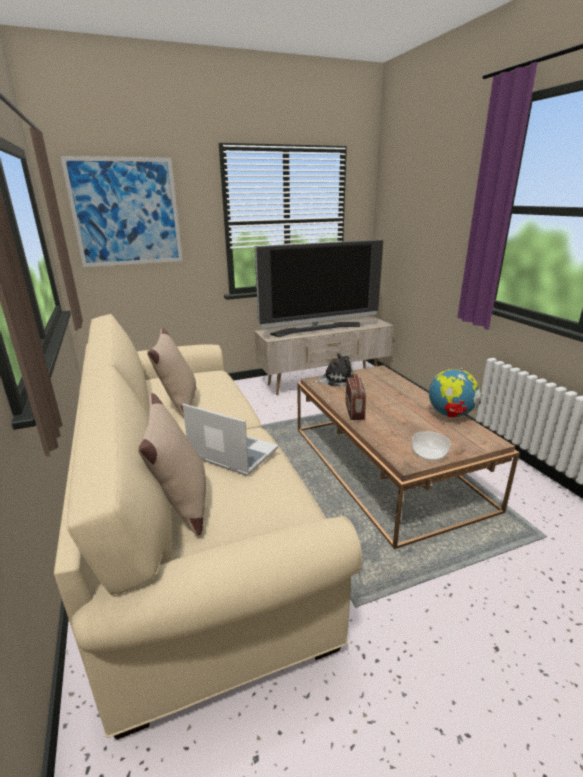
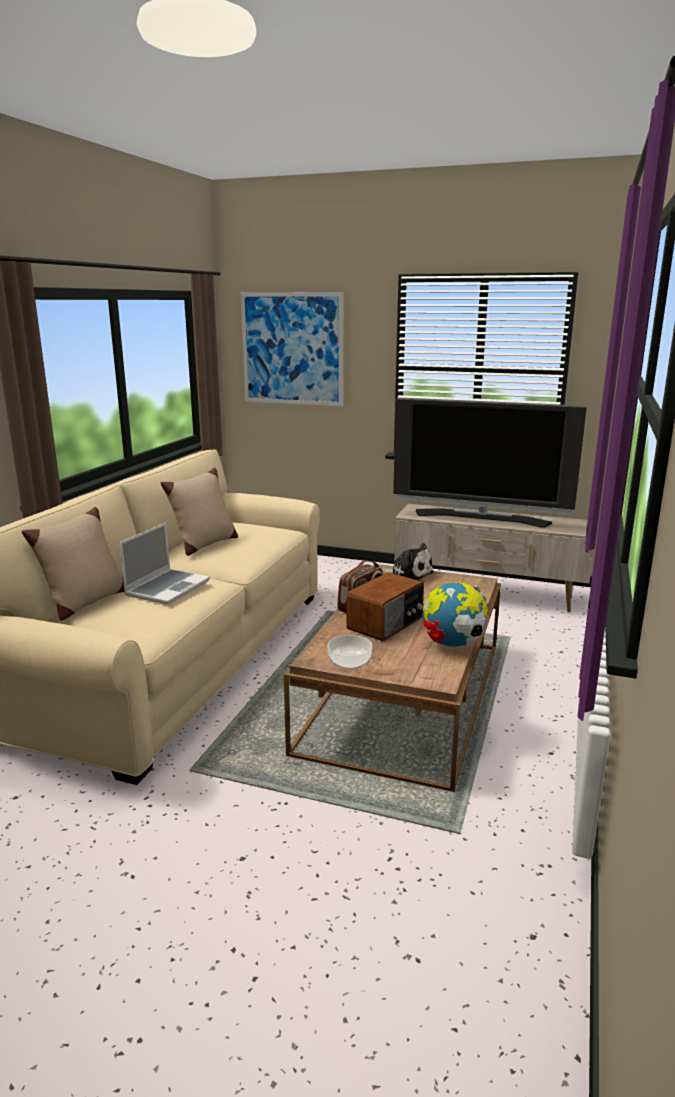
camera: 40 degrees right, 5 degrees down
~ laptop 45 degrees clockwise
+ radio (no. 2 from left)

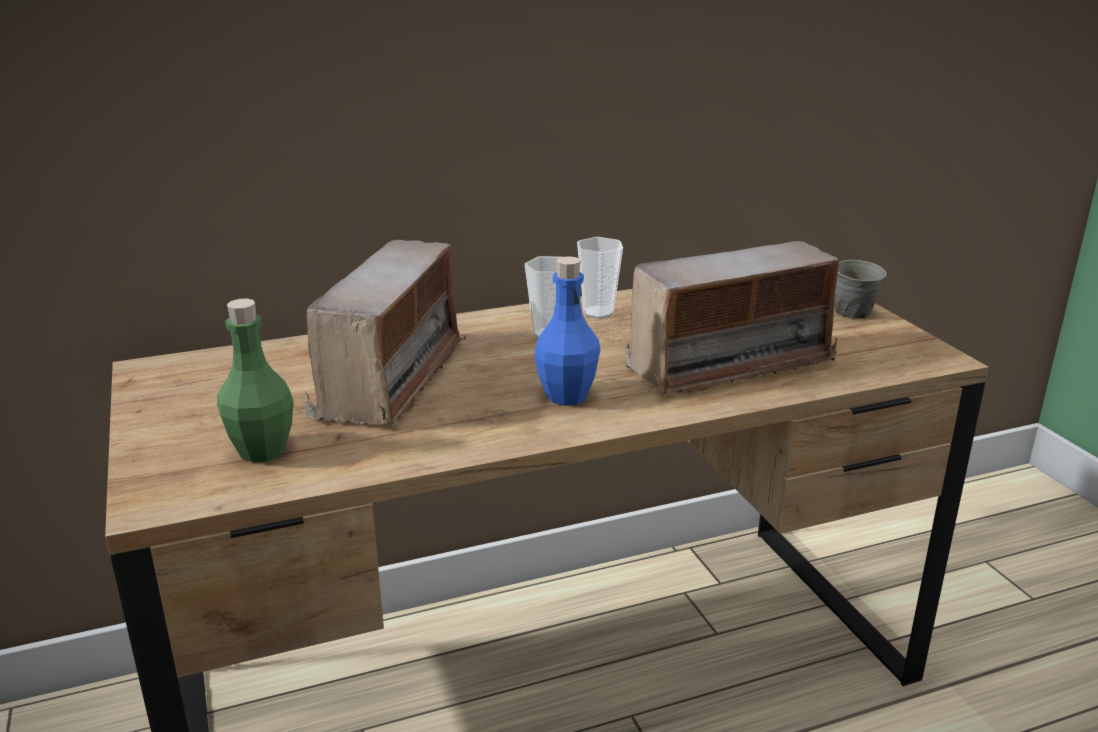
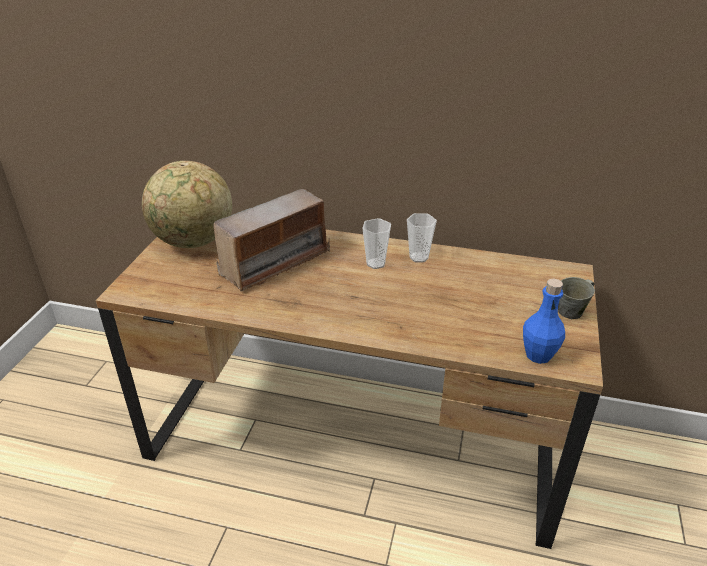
camera: 35 degrees right, 10 degrees up
+ globe
~ blue bottle
- green bottle
- radio (no. 2 from left)

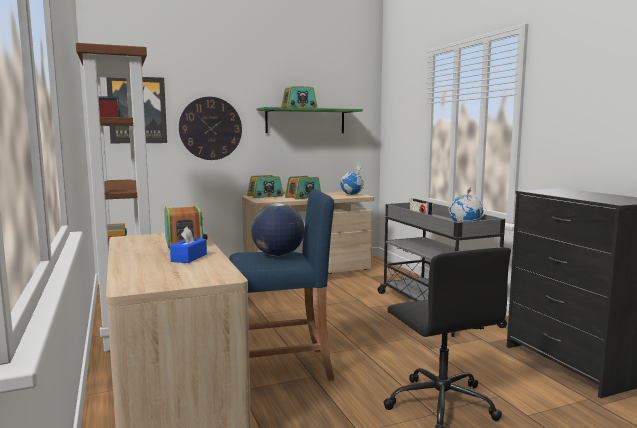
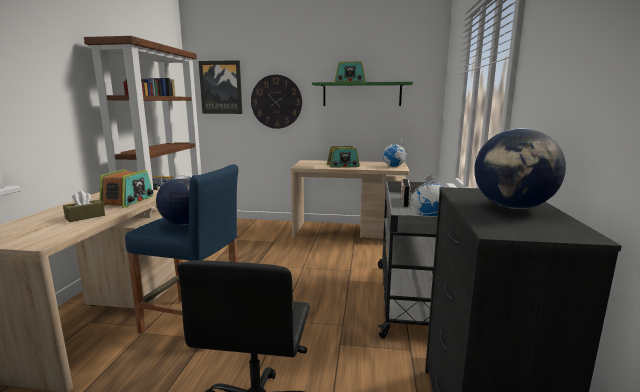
camera: 30 degrees right, 5 degrees up
~ blue tissue box to brown tissue box
+ globe (no. 4 from left)
- radio (no. 2 from left)

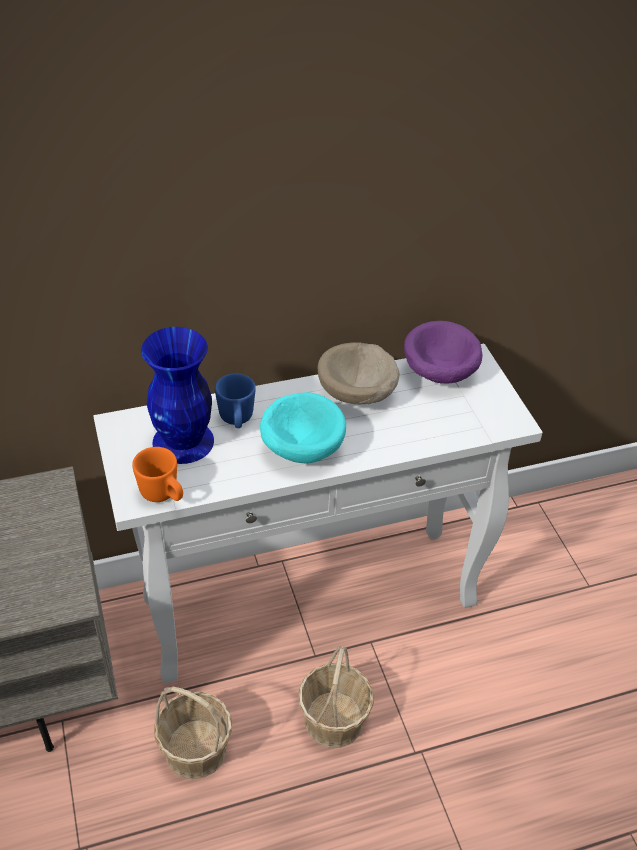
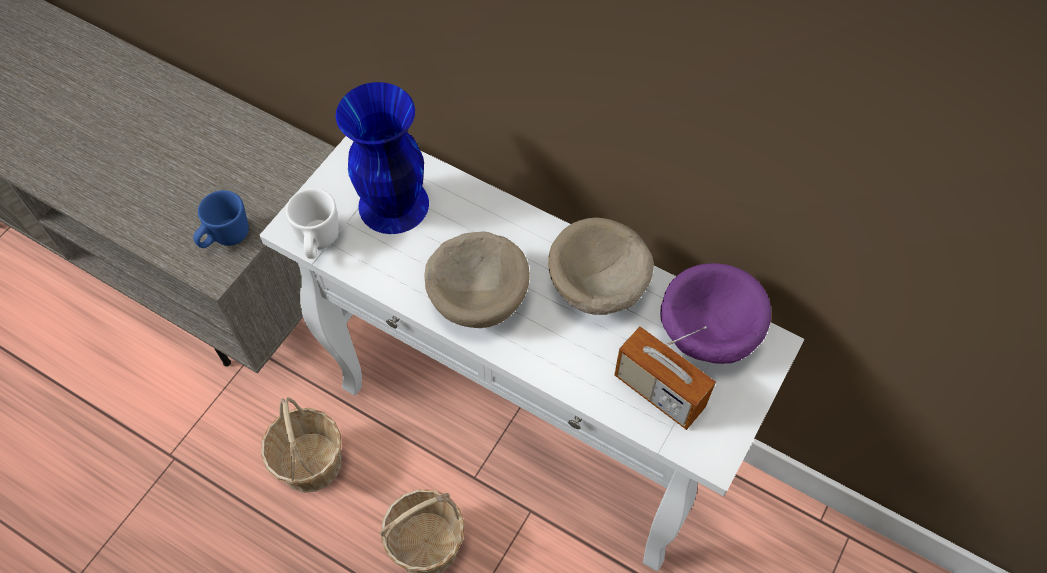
camera: 50 degrees right, 15 degrees up
~ blue mug
~ orange mug to white mug
~ turquoise bowl to beige bowl (no. 1 from left)
+ radio

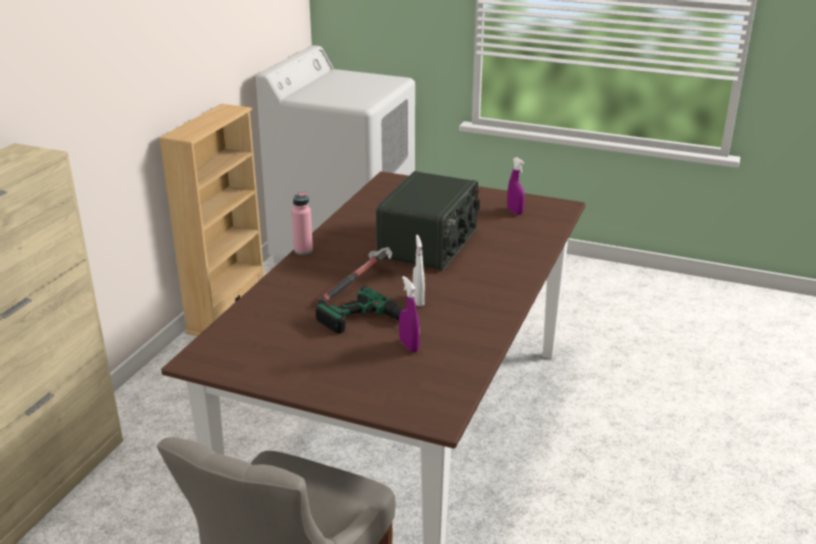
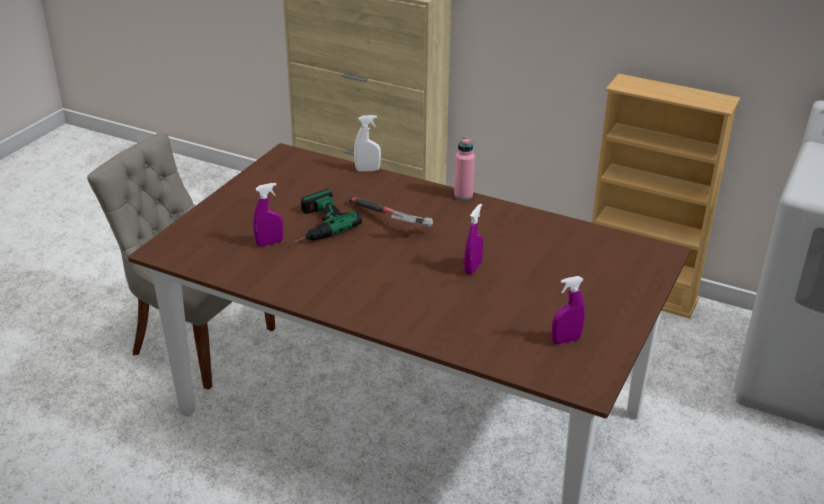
camera: 95 degrees right, 5 degrees up
~ white spray bottle
~ radio to purple spray bottle (no. 2 from left)

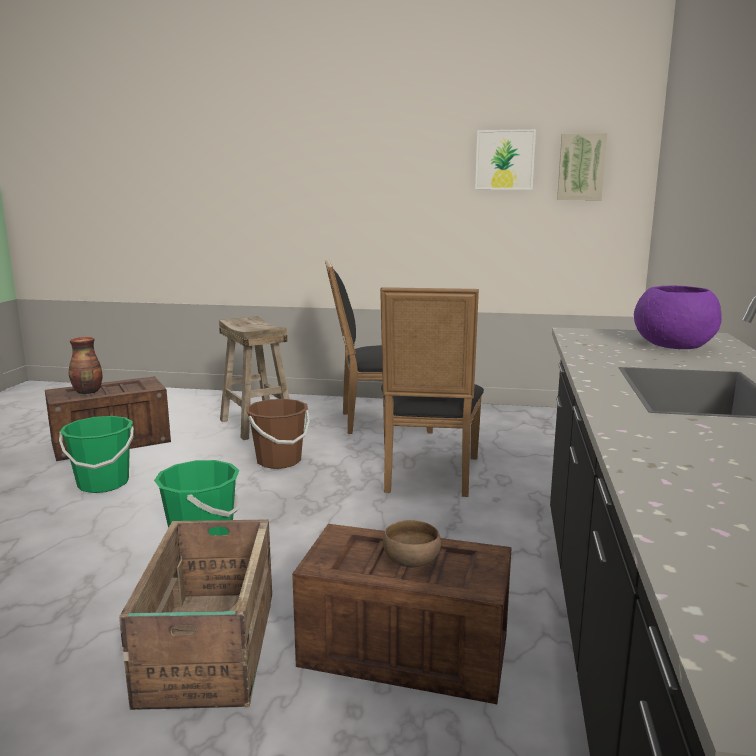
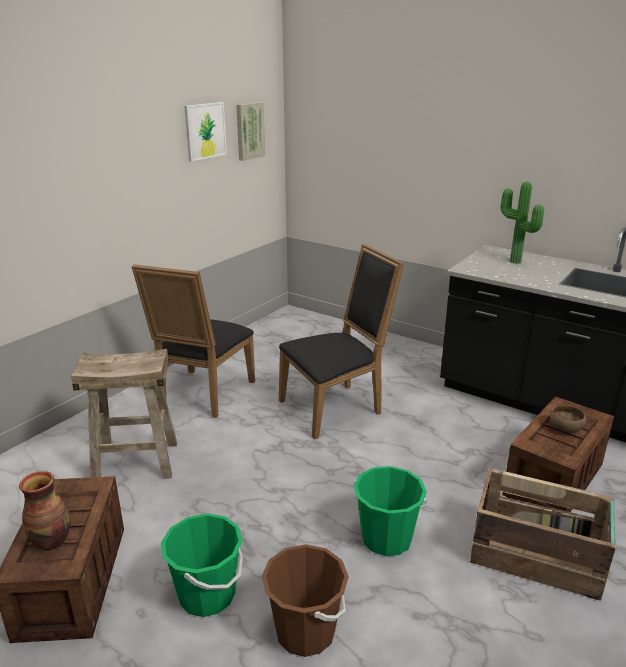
camera: 65 degrees left, 10 degrees up
~ brown bucket
~ black chair (no. 2 from left) 60 degrees counterclockwise
~ purple bowl to potted plant

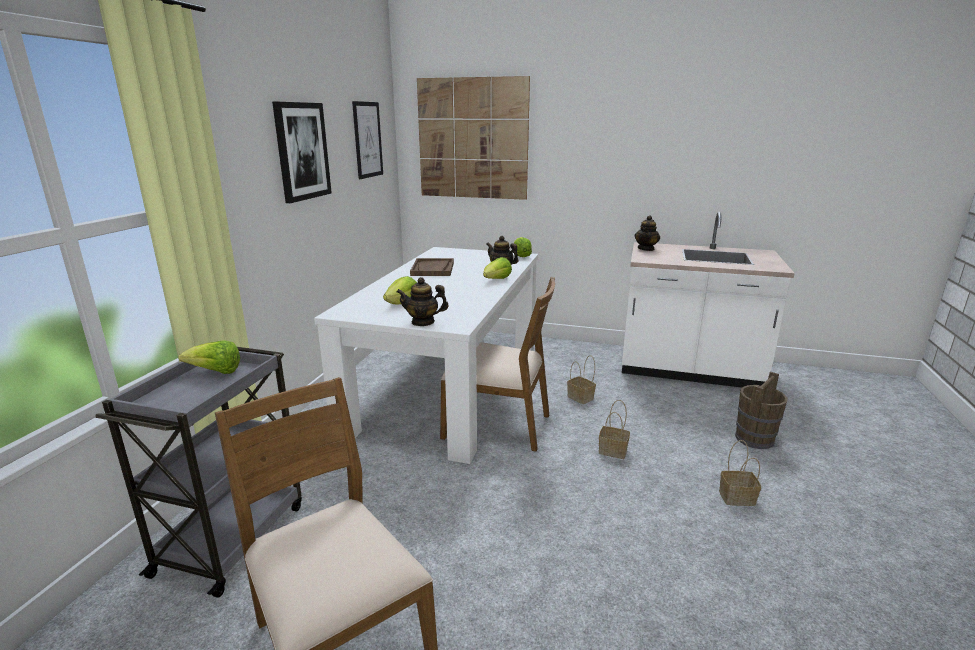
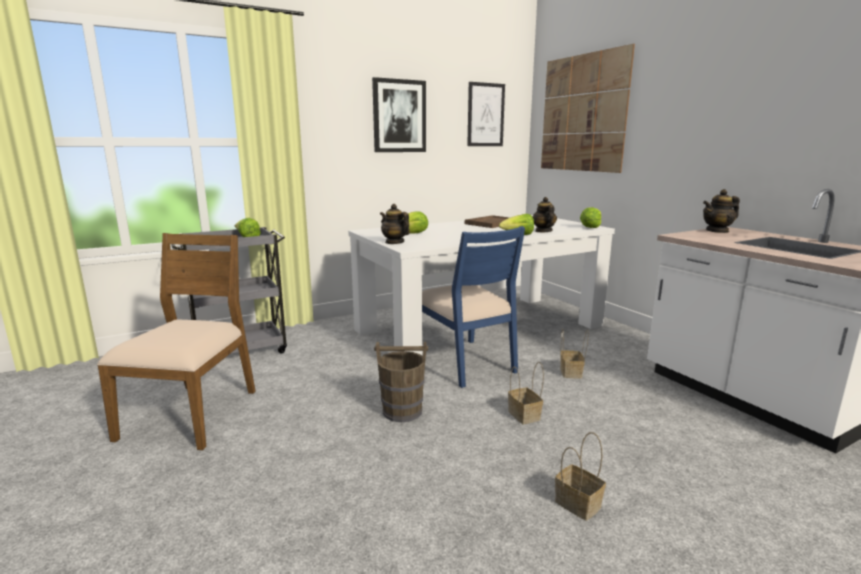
camera: 45 degrees right, 5 degrees down
~ brown bucket
~ brown chair (no. 2 from left) to blue chair

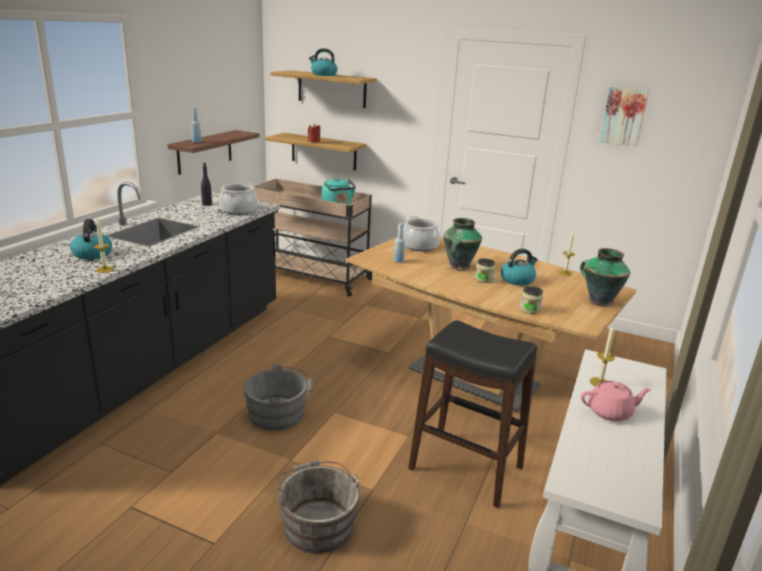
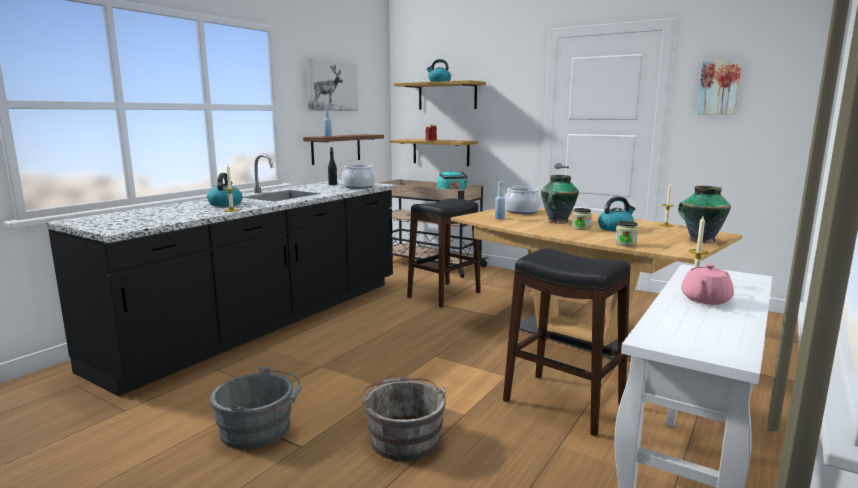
camera: 10 degrees right, 10 degrees down
~ grey bucket (no. 1 from left)
+ picture (no. 1 from left)
+ black stool (no. 1 from left)
~ pink teapot 120 degrees clockwise

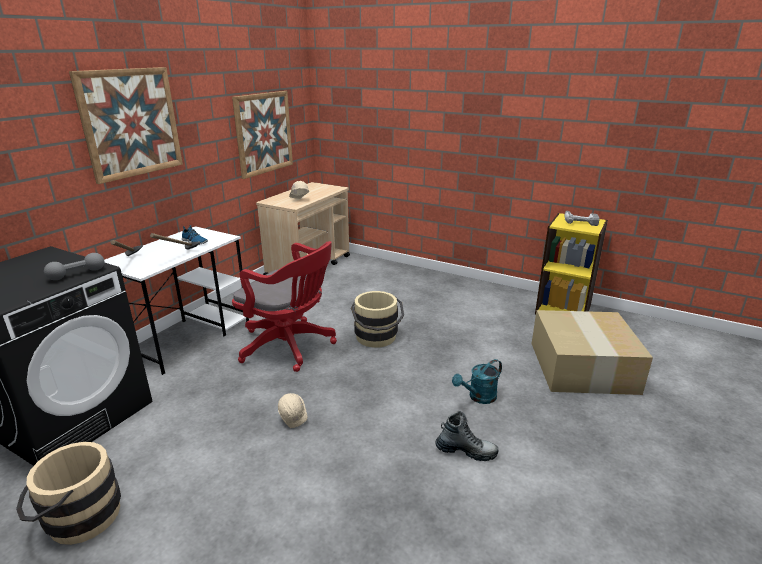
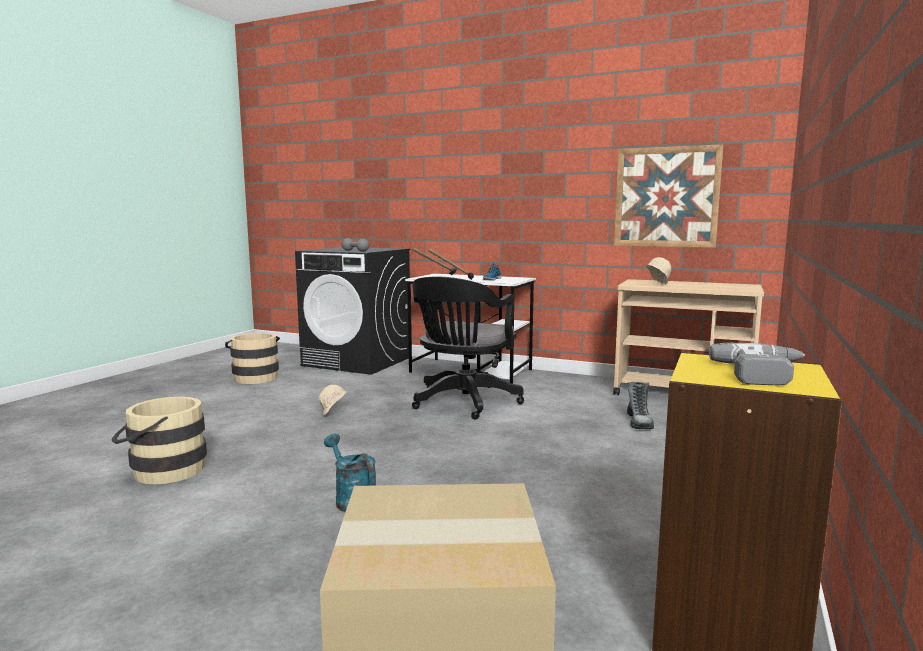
camera: 85 degrees right, 15 degrees down
~ beige bucket (no. 2 from left in the first image) to beige bucket (no. 1 from left)
~ red office chair to black office chair
~ boot
- picture (no. 1 from left)

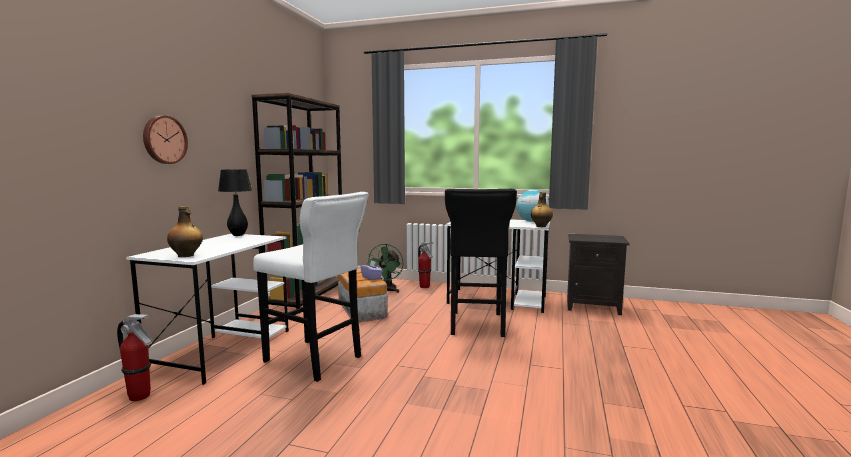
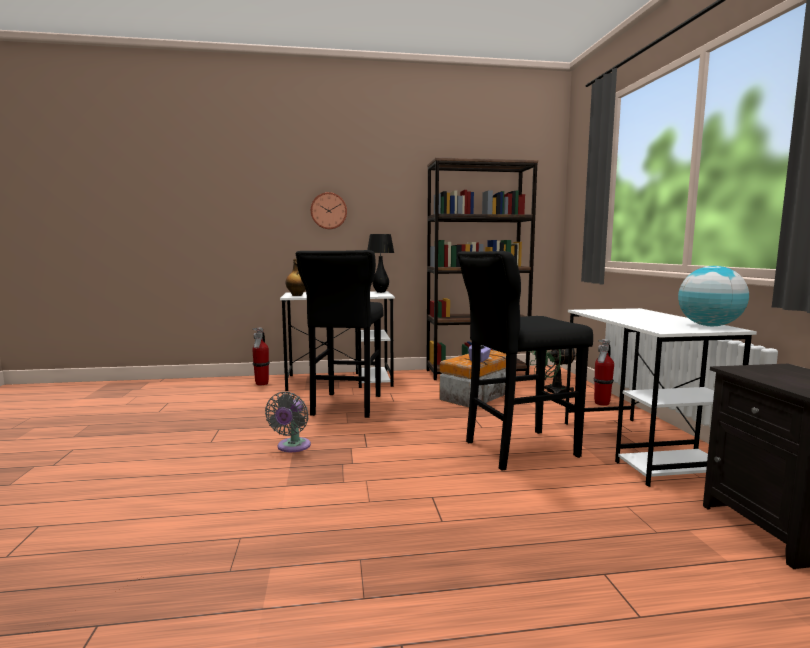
camera: 65 degrees right, 0 degrees up
+ grey fan
~ white stool to black stool (no. 1 from left)
- bottle (no. 2 from left)

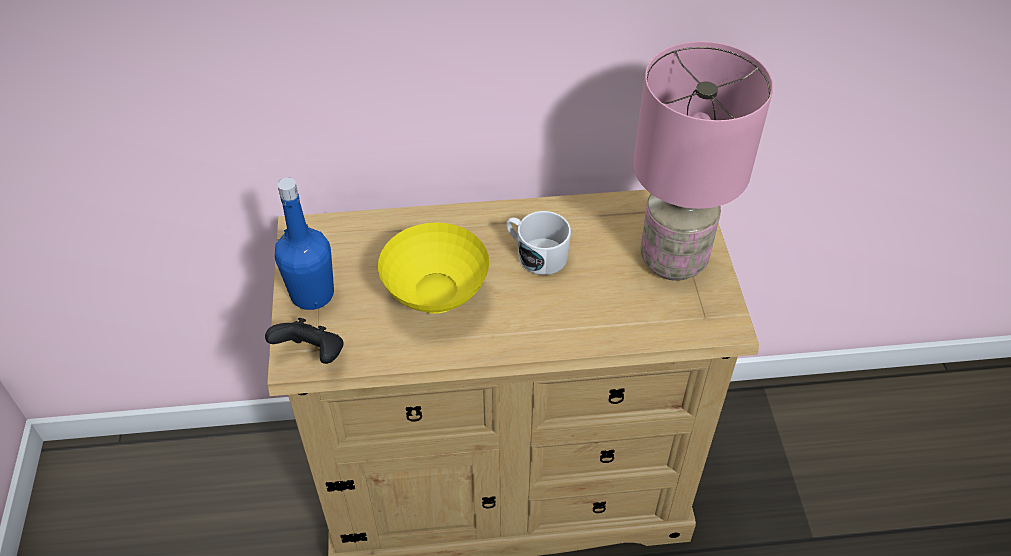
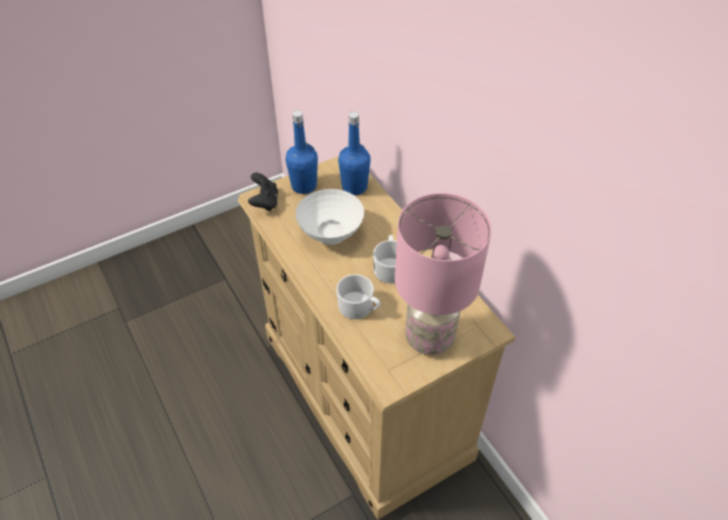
camera: 65 degrees right, 0 degrees up
~ yellow bowl to white bowl
+ white mug (no. 1 from left)
+ blue bottle (no. 2 from left)

